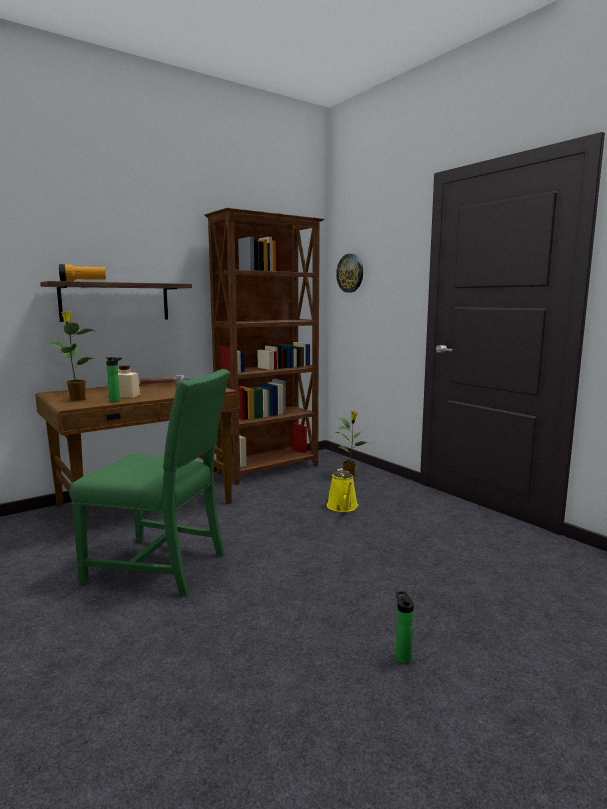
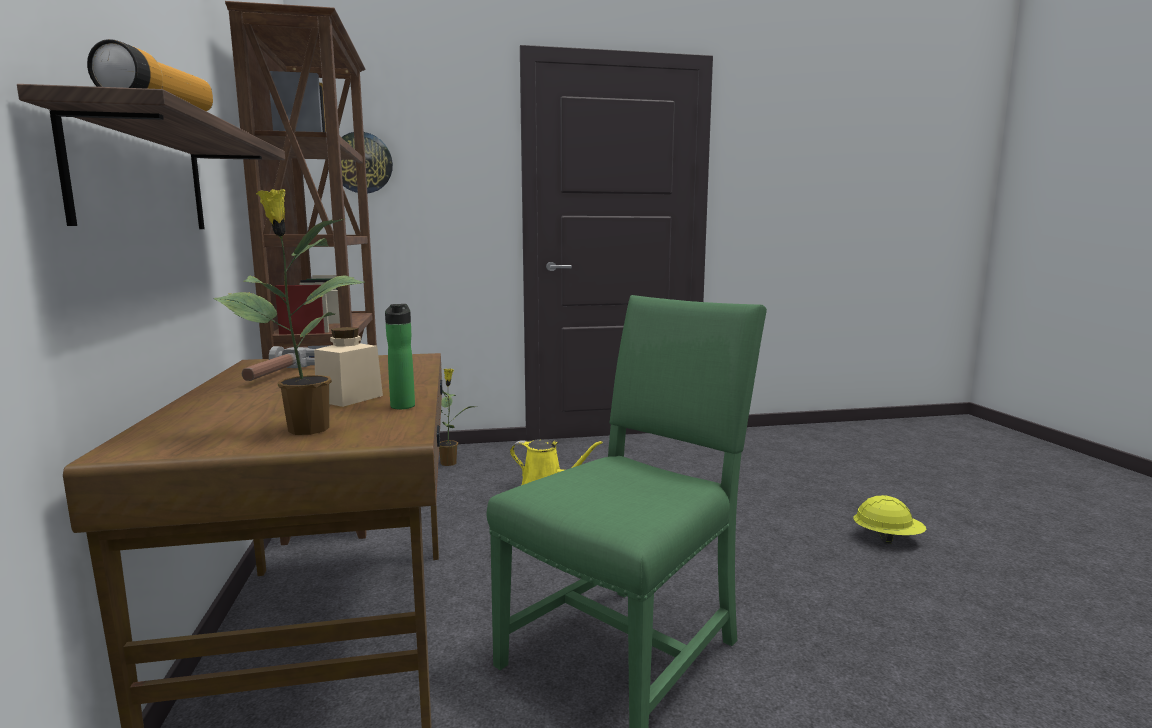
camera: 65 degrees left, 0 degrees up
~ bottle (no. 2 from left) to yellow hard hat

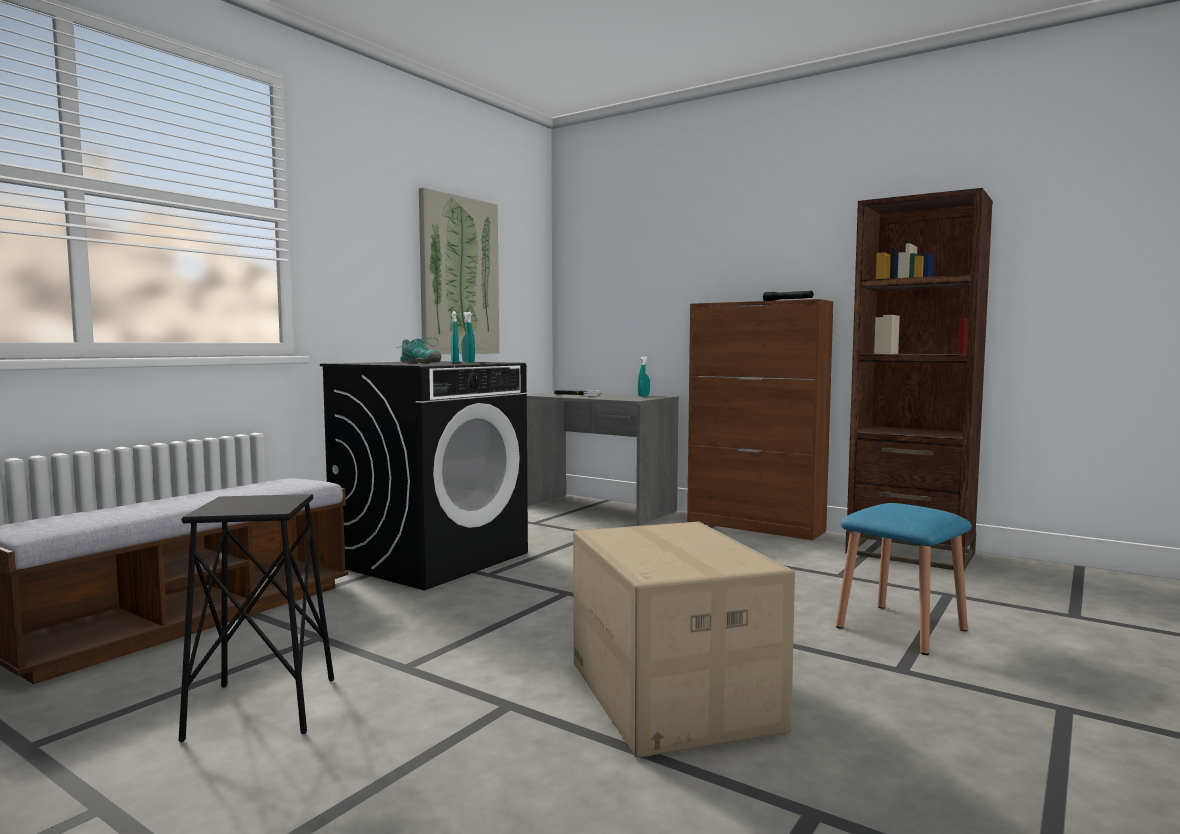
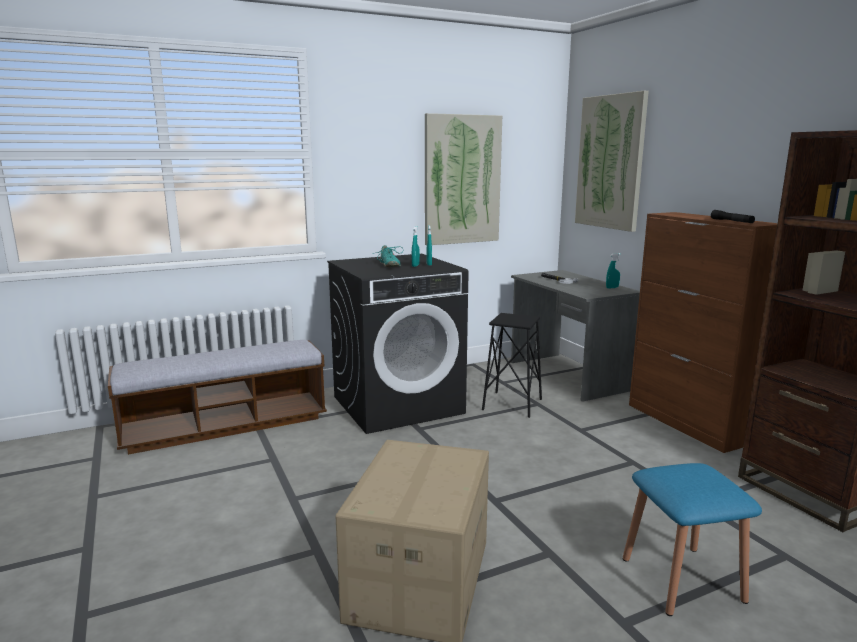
camera: 30 degrees right, 10 degrees up
~ black stool
+ picture (no. 2 from left)

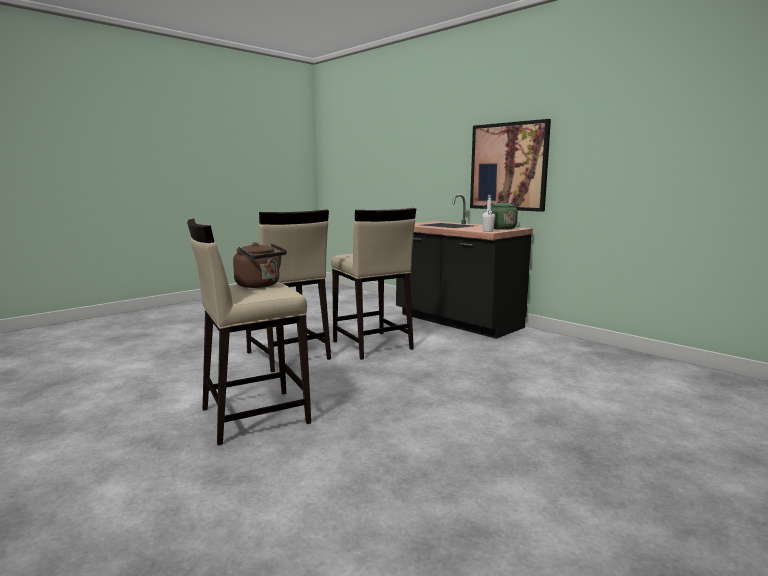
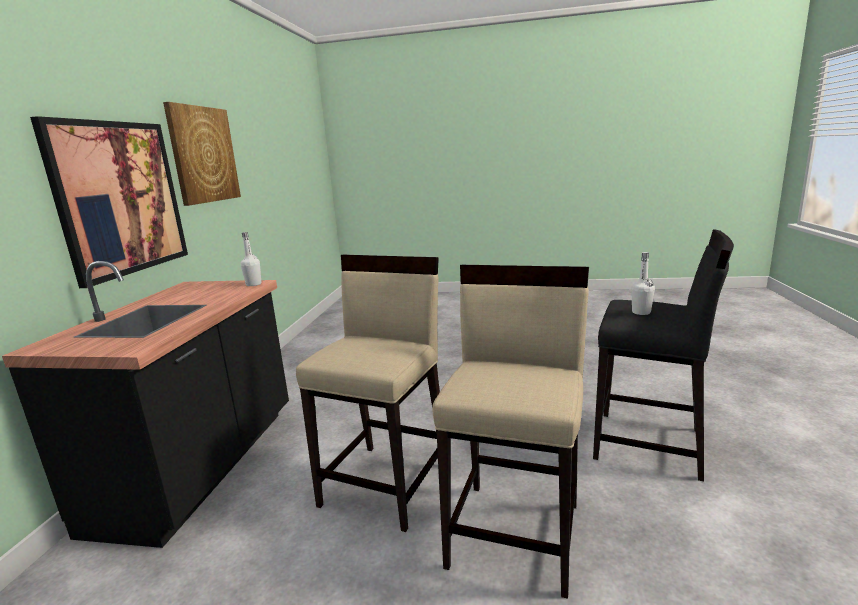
camera: 125 degrees left, 5 degrees up
+ picture (no. 2 from left)
~ beige stool (no. 1 from left) to black stool
~ brown kettle to white bottle (no. 2 from left)
- green kettle

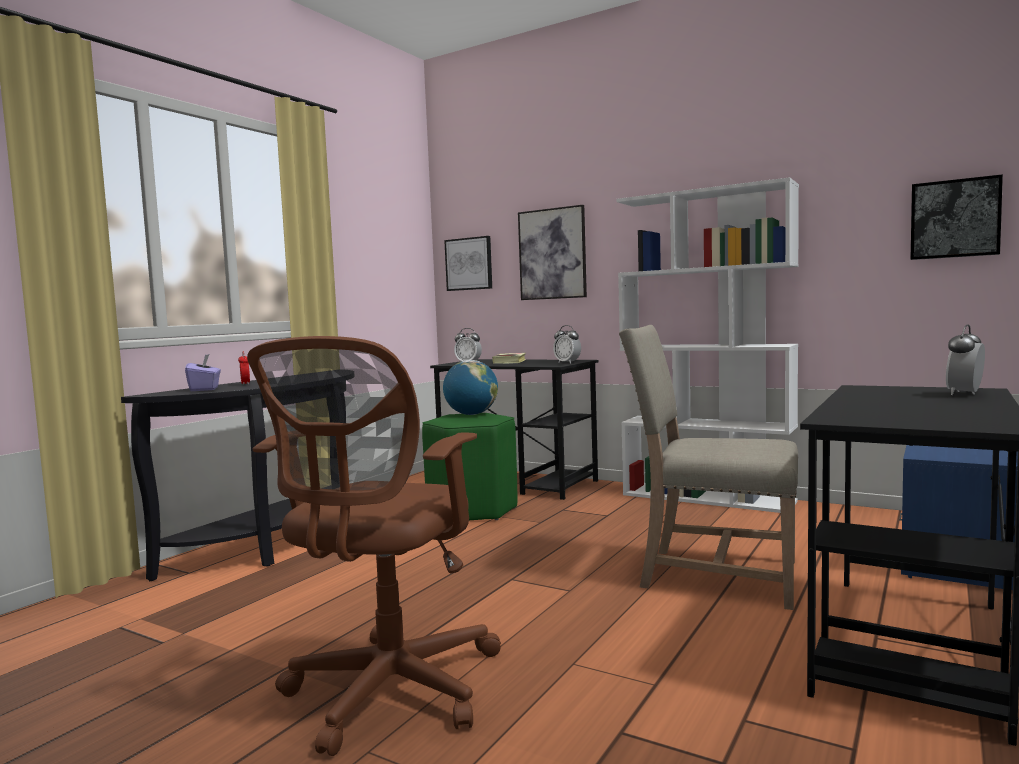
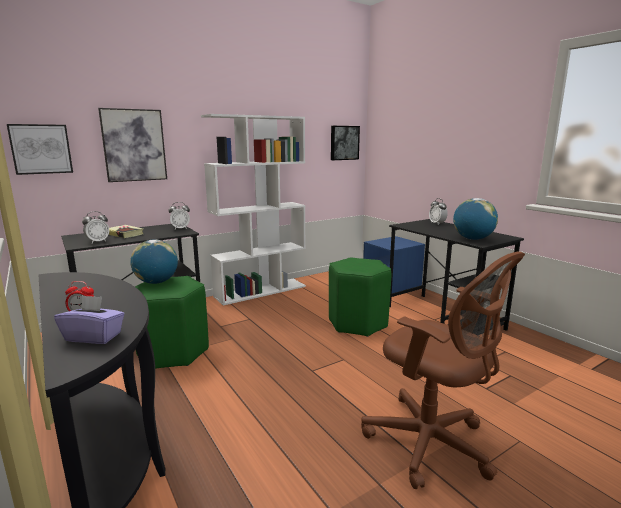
camera: 65 degrees left, 10 degrees up
~ beige chair to green stool (no. 2 from left)
+ globe (no. 2 from left)

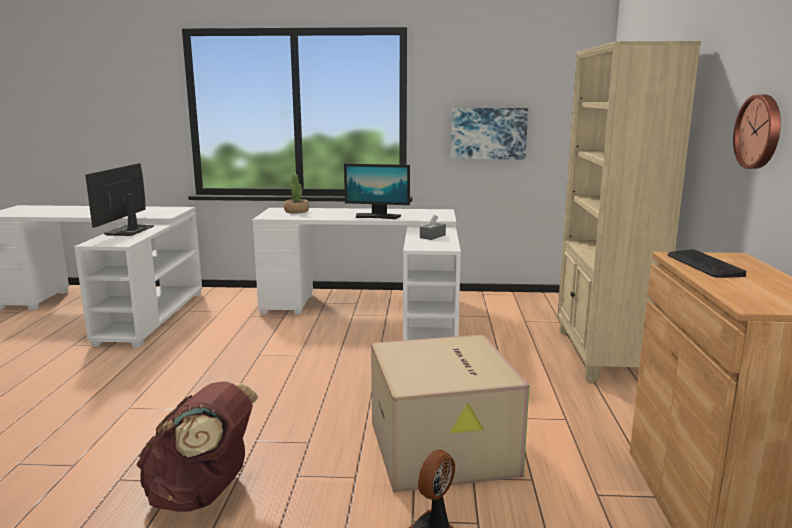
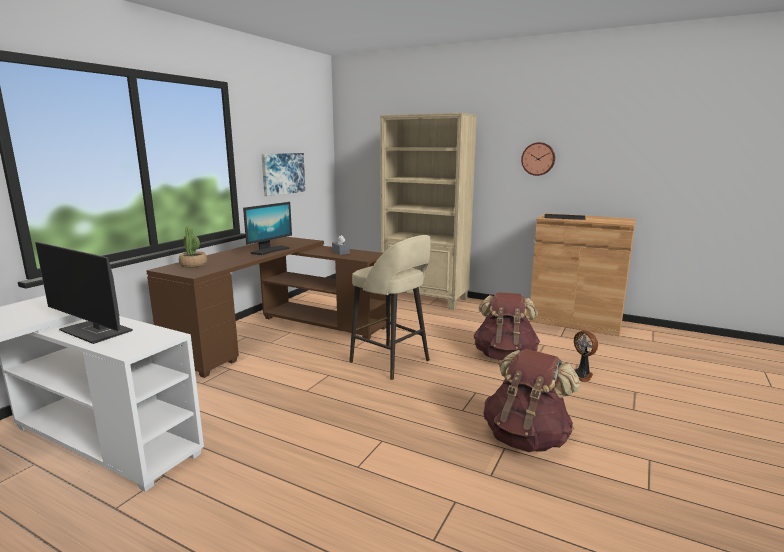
camera: 65 degrees left, 0 degrees up
~ white desk (no. 2 from left) to brown desk
+ beige stool
~ cardboard box to brown backpack (no. 1 from left)

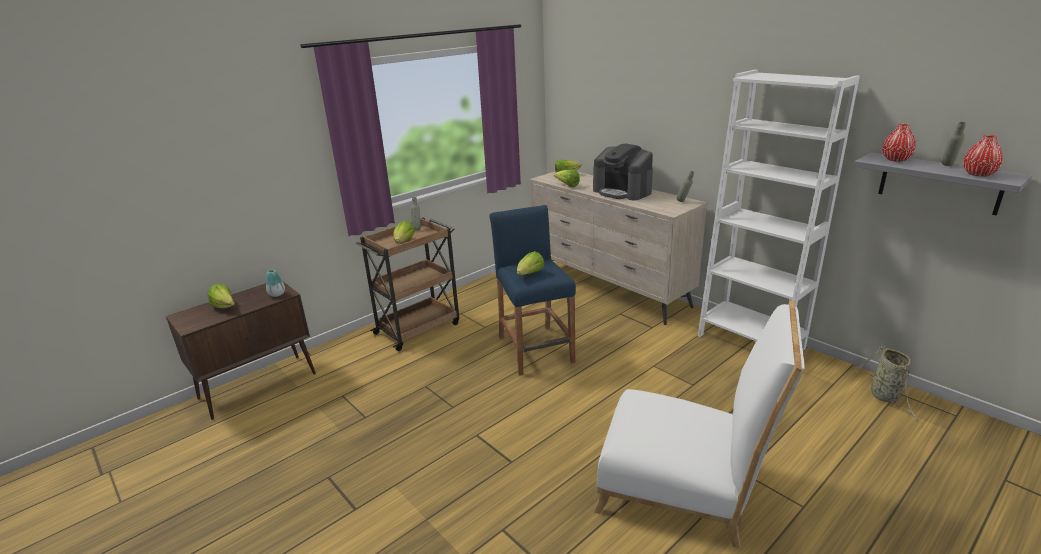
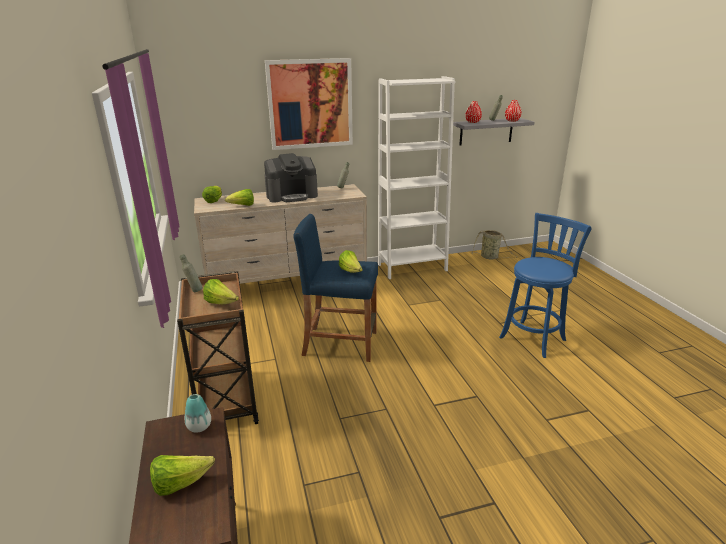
camera: 65 degrees left, 0 degrees up
+ picture
~ white chair to blue stool (no. 2 from left)

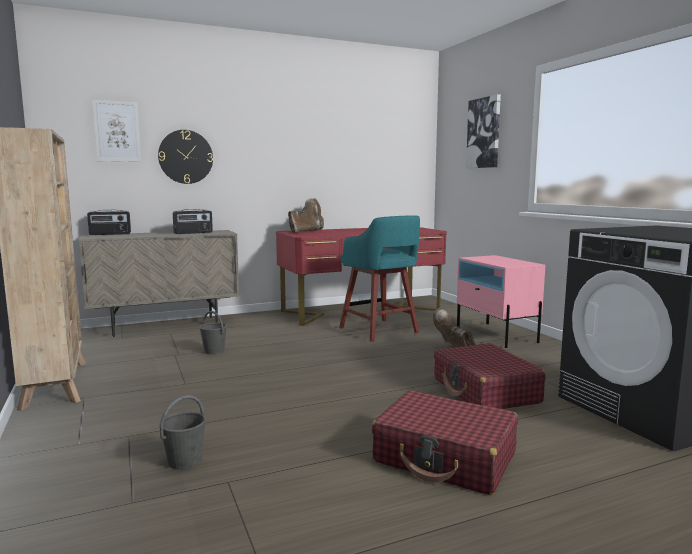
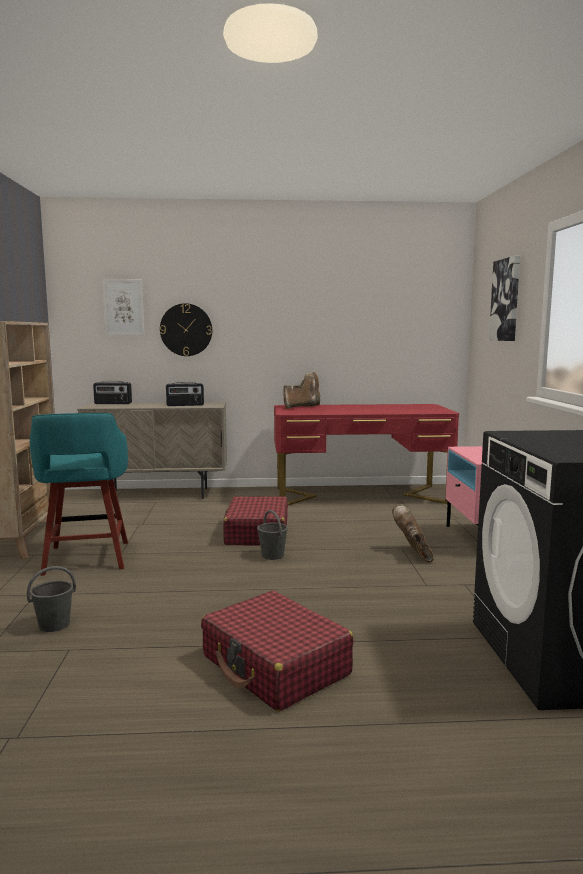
camera: 20 degrees right, 0 degrees up
~ turquoise stool
~ red suitcase (no. 2 from left in the first image) to red suitcase (no. 1 from left)
~ grey bucket (no. 2 from left)

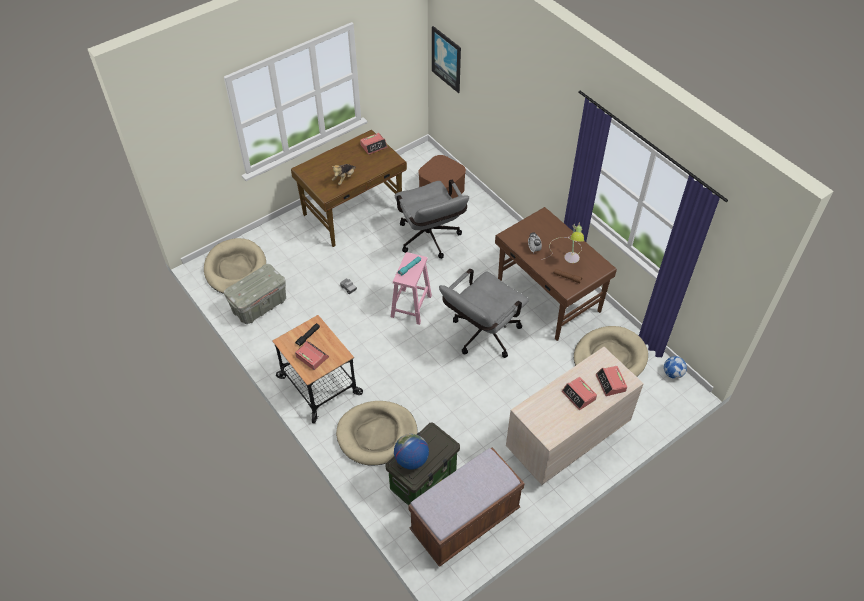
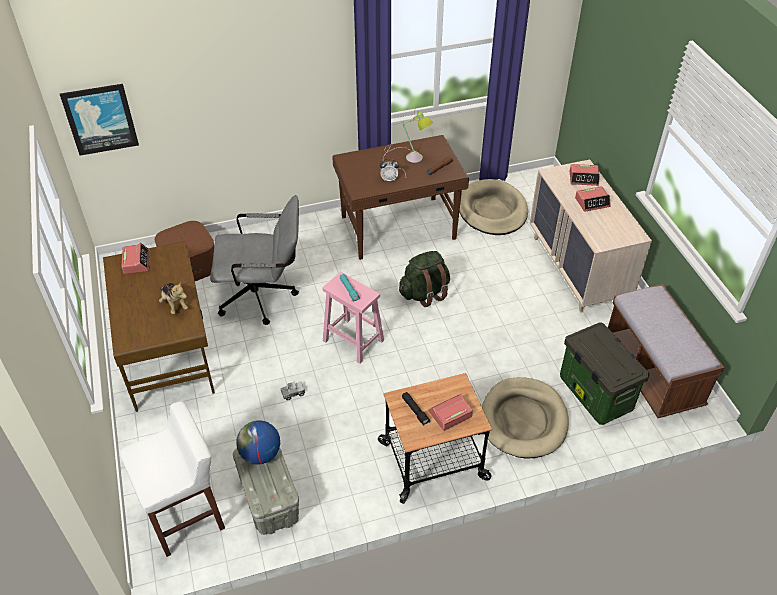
camera: 70 degrees left, 5 degrees down
~ beige dog bed (no. 1 from left) to white stool
~ globe
~ grey office chair (no. 2 from left) to green backpack
- football

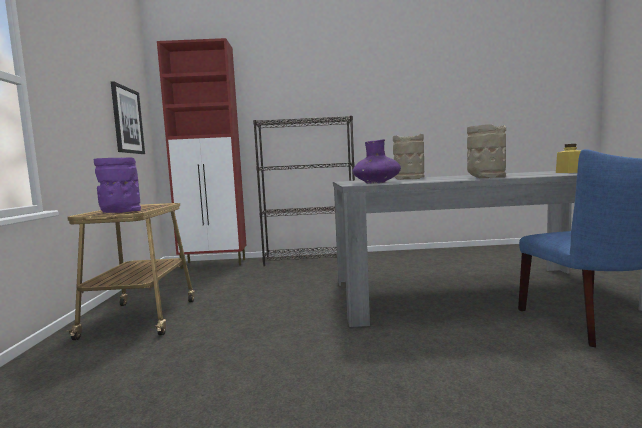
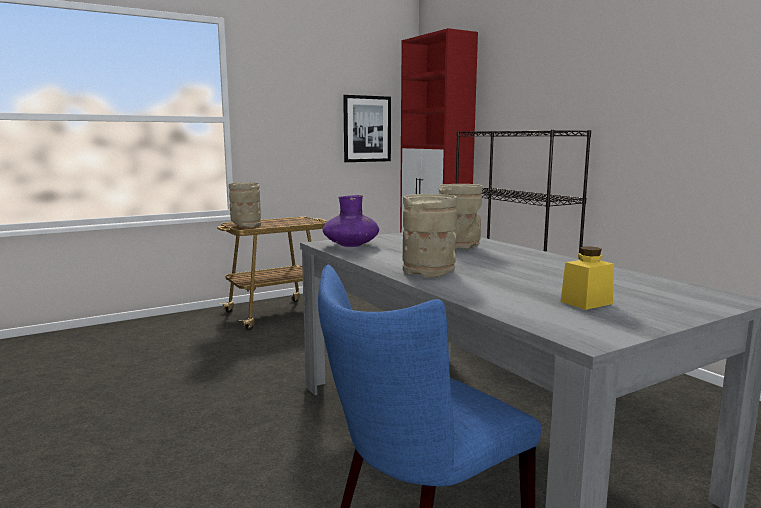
camera: 60 degrees right, 5 degrees up
~ purple vase (no. 1 from left) to beige vase (no. 1 from left)

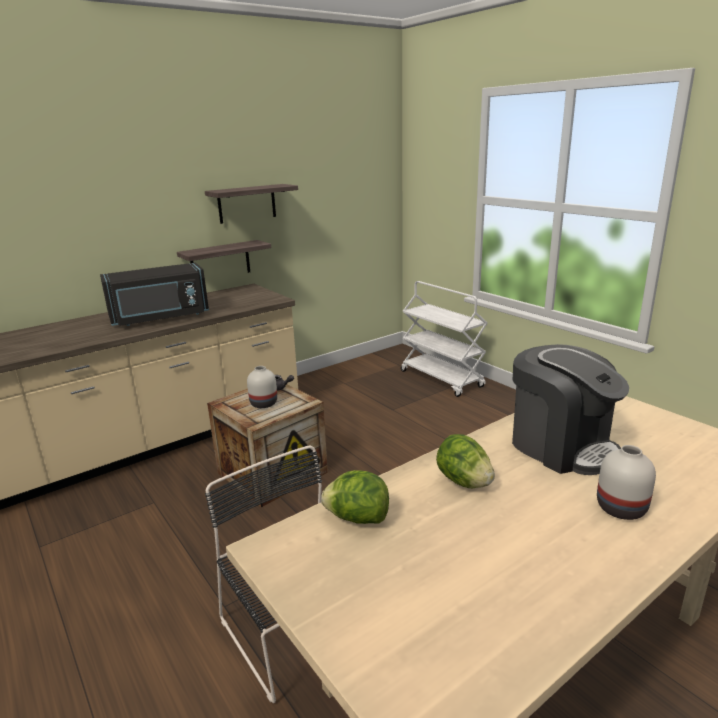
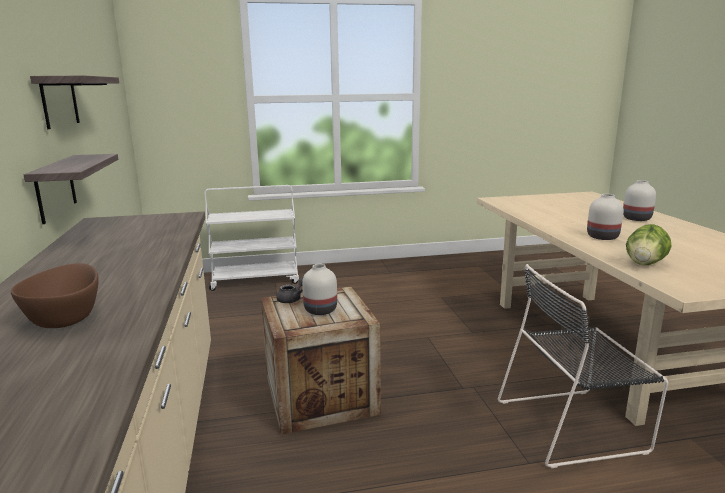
camera: 65 degrees left, 5 degrees down
+ brown bowl
~ lettuce (no. 2 from left) to white vase (no. 2 from left)
- black microwave
- coffee machine

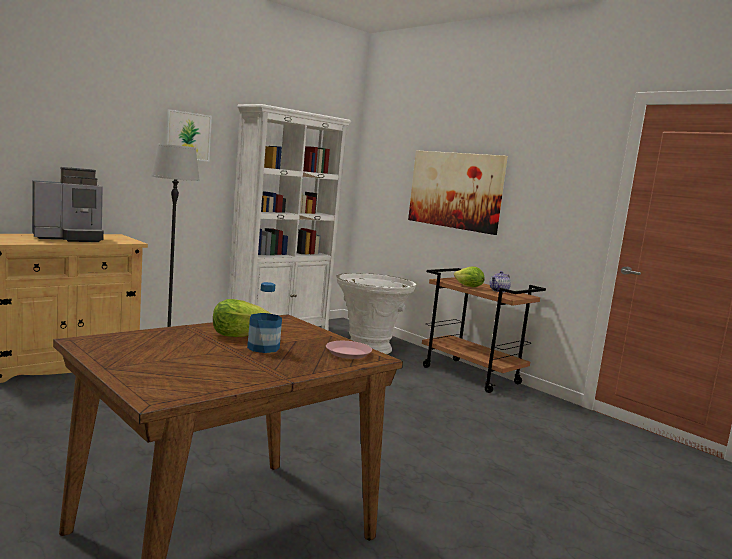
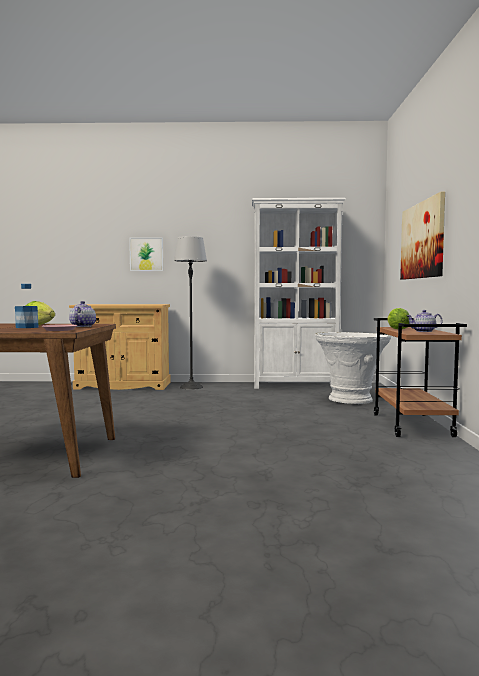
camera: 45 degrees right, 5 degrees down
+ teapot (no. 1 from left)
~ picture (no. 1 from left)
- coffee machine

